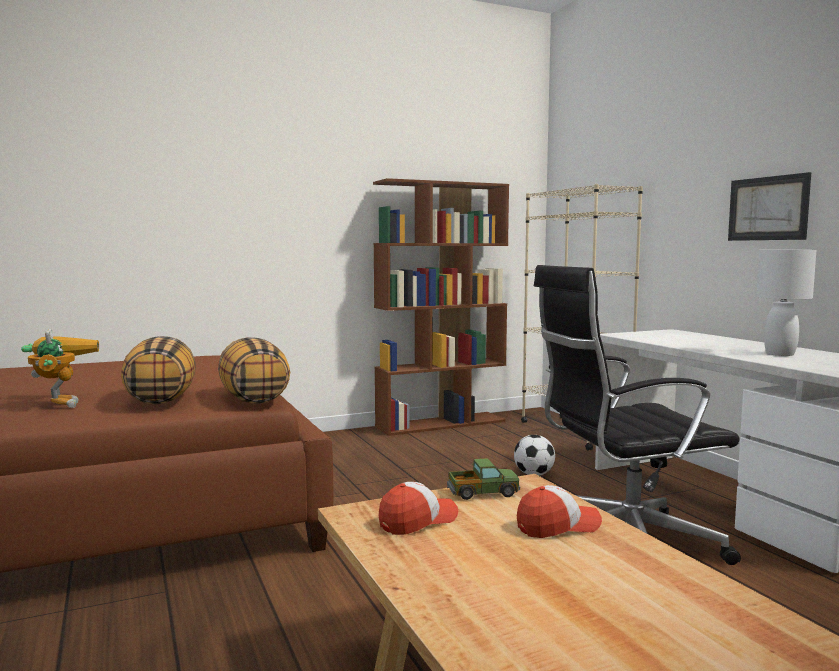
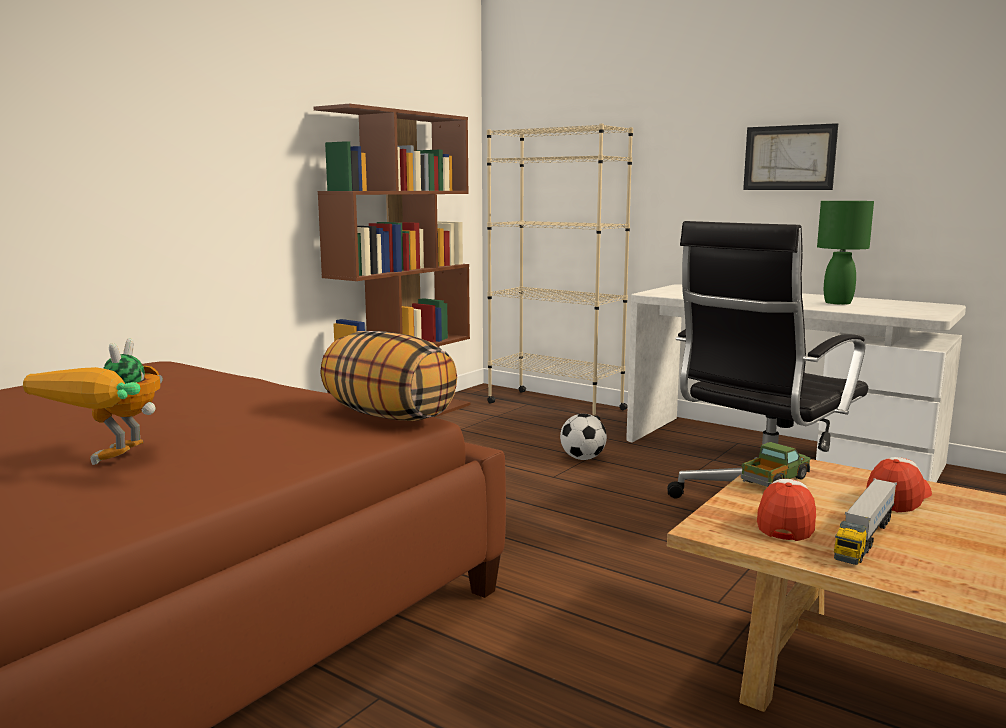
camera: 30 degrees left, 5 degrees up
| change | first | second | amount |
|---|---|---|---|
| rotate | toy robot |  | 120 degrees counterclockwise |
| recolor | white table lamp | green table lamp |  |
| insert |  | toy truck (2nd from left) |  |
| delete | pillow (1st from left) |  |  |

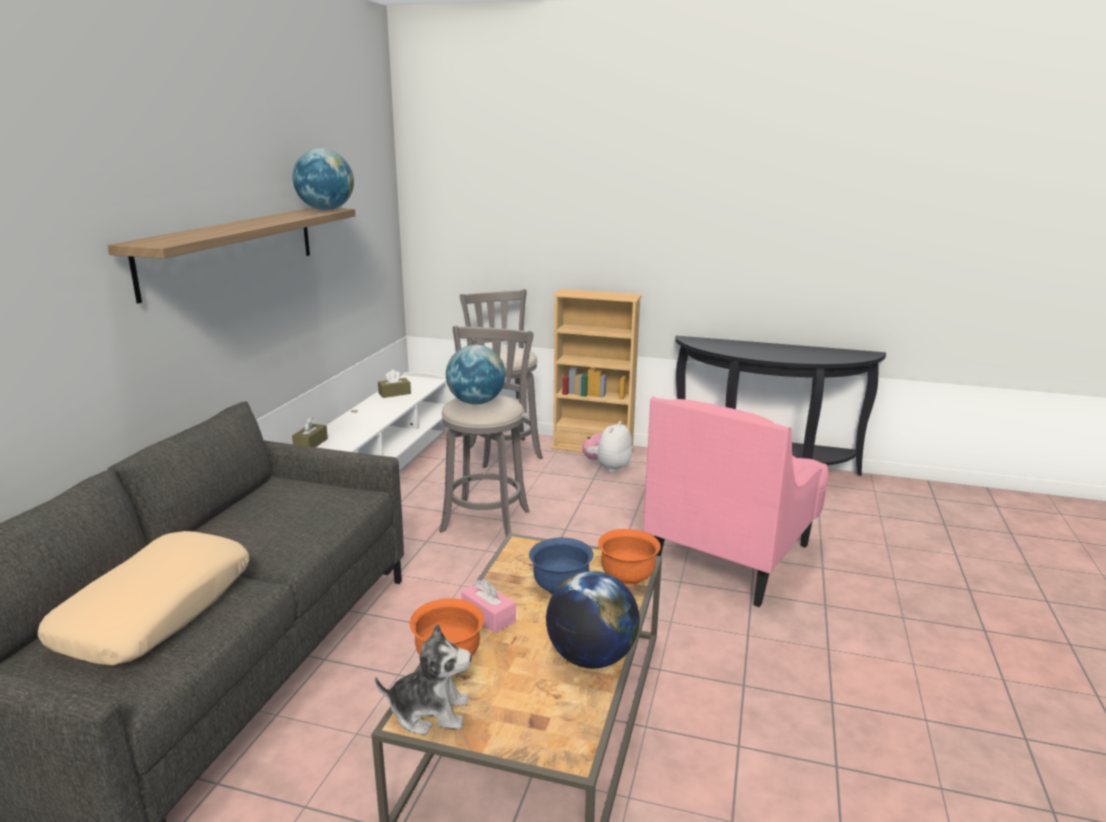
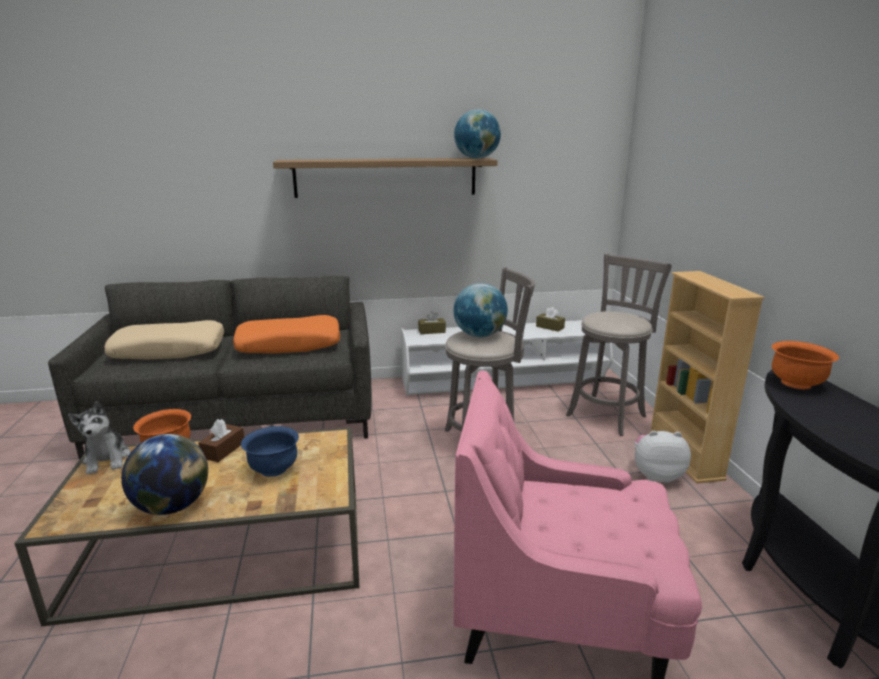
camera: 65 degrees right, 0 degrees up
| change | first | second | amount |
|---|---|---|---|
| recolor | pink tissue box | brown tissue box (1st from left) |  |
| insert |  | orange pillow |  |
| move | orange bowl (2nd from left) |  |  |

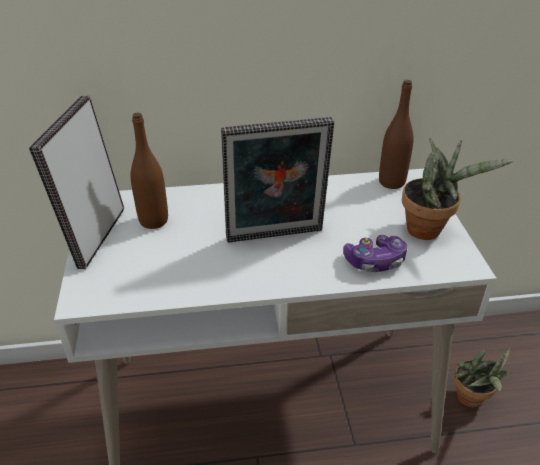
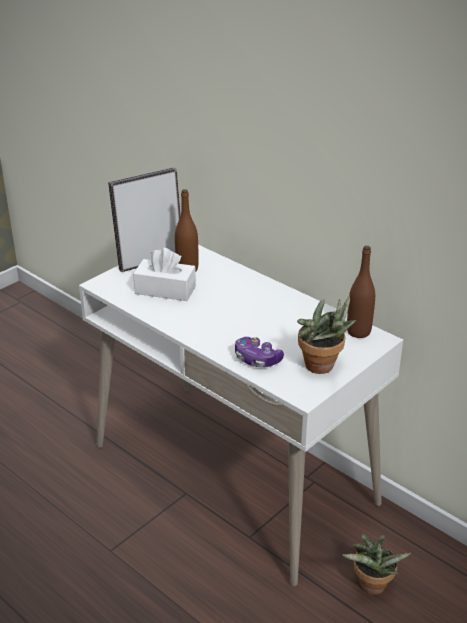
camera: 50 degrees right, 5 degrees down
| change | first | second | amount |
|---|---|---|---|
| insert |  | white tissue box |  |
| delete | picture frame (2nd from left) |  |  |

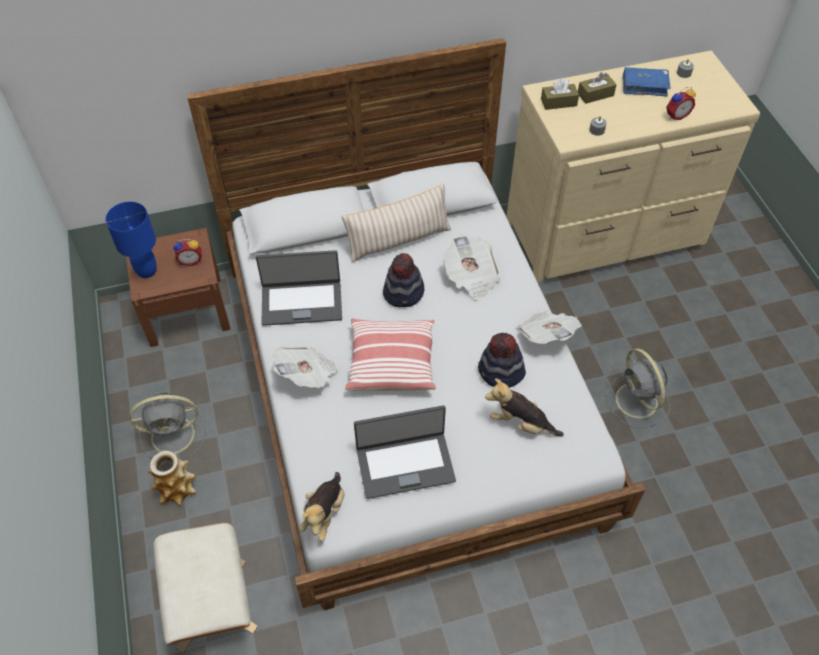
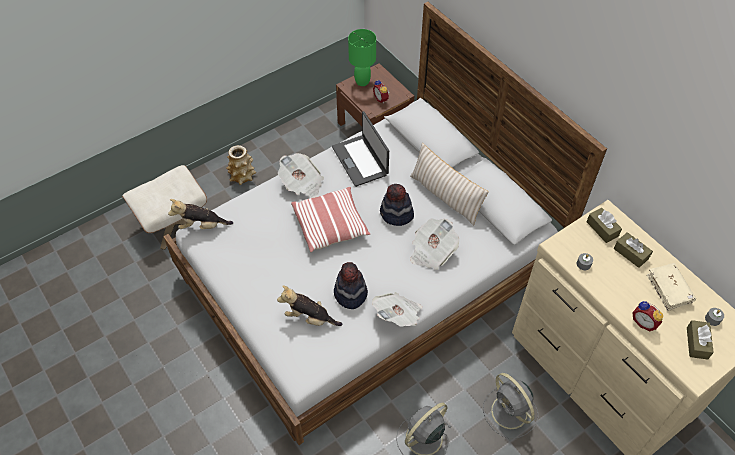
camera: 70 degrees right, 0 degrees up
| change | first | second | amount |
|---|---|---|---|
| rotate | plush toy (2nd from left) |  | 75 degrees counterclockwise |
| recolor | blue table lamp | green table lamp |  |
| move | grey fan (1st from left in the first image) | grey fan (2nd from left) |  |
| recolor | blue book | beige book |  |
| insert |  | brown tissue box (3rd from left) |  |
| delete | laptop (2nd from left) |  |  |

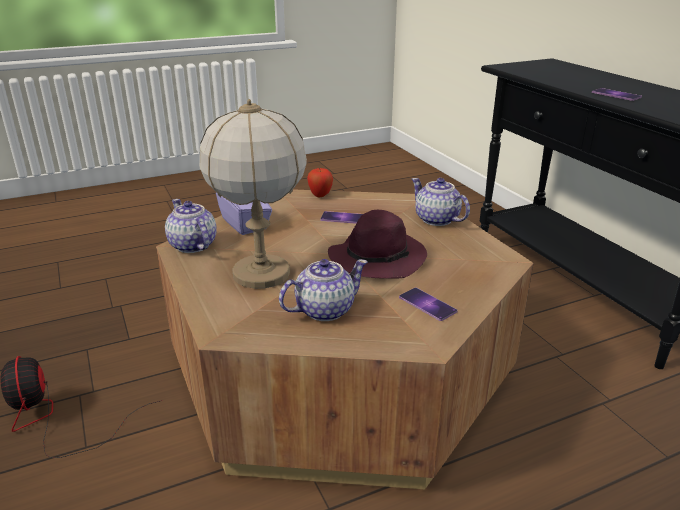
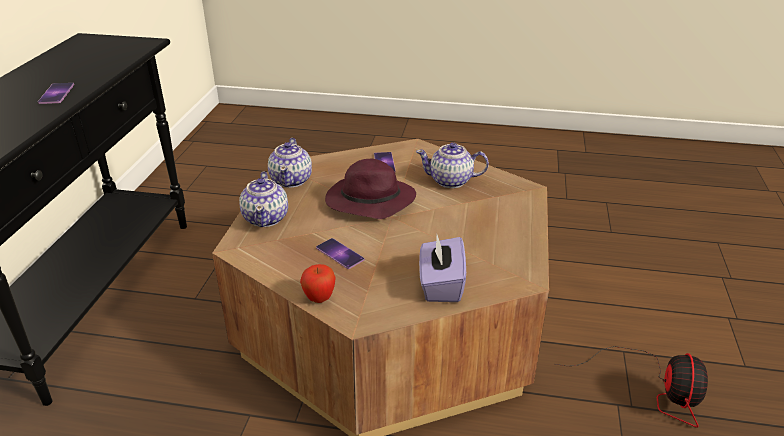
camera: 145 degrees left, 5 degrees up
| change | first | second | amount |
|---|---|---|---|
| move | teapot (1st from left in the first image) | teapot (2nd from left) |  |
| delete | table lamp |  |  |

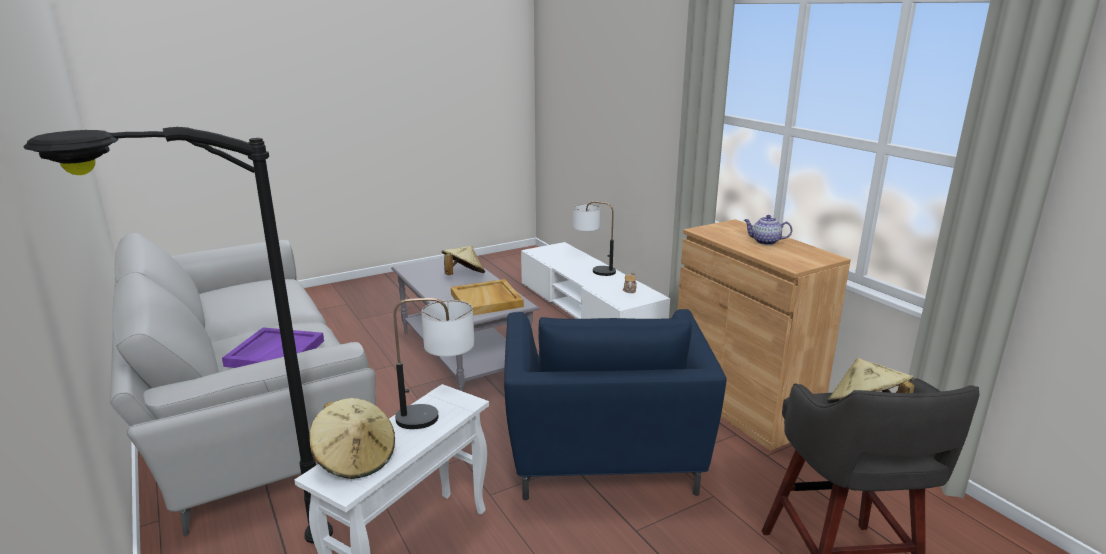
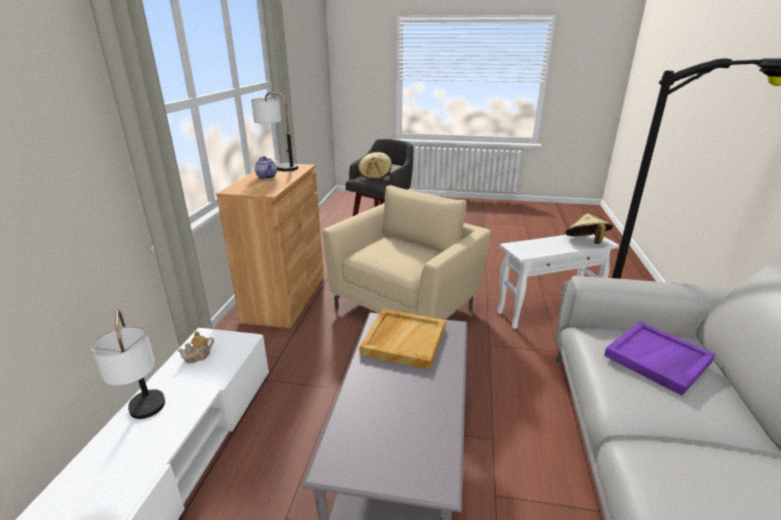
camera: 140 degrees left, 5 degrees up
| change | first | second | amount |
|---|---|---|---|
| move | table lamp (1st from left in the first image) | table lamp (2nd from left) |  |
| recolor | blue armchair | beige armchair |  |
| delete | beige hat (2nd from left) |  |  |

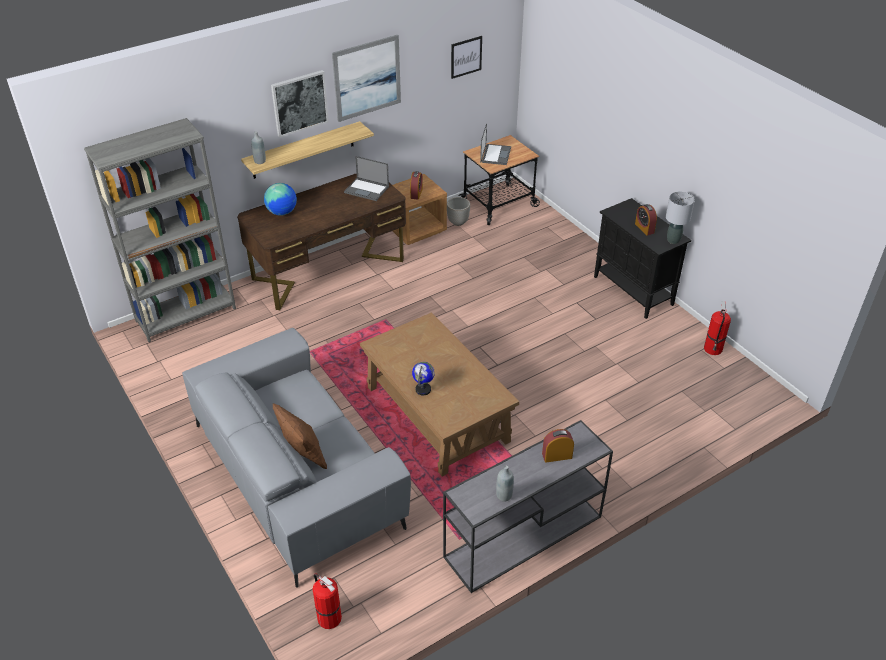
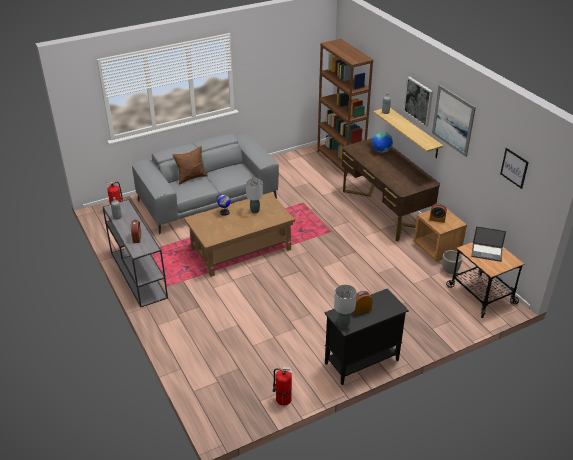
camera: 95 degrees right, 5 degrees down
| change | first | second | amount |
|---|---|---|---|
| insert |  | grey table lamp (1st from left) |  |
| recolor | grey bookcase | brown bookcase |  |
| delete | laptop (1st from left) |  |  |

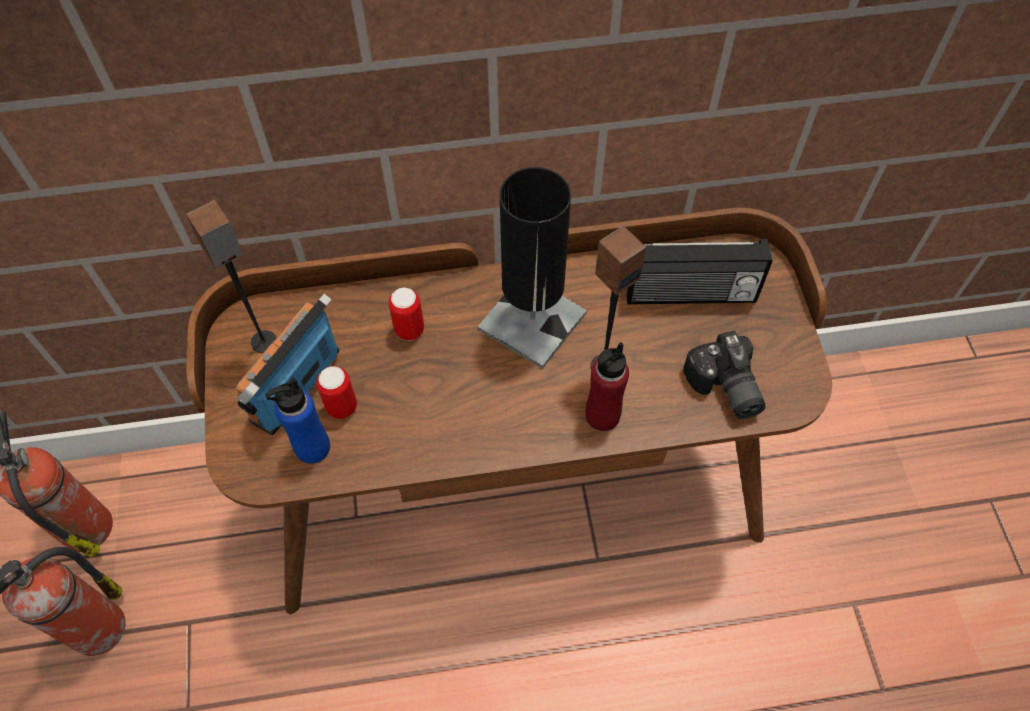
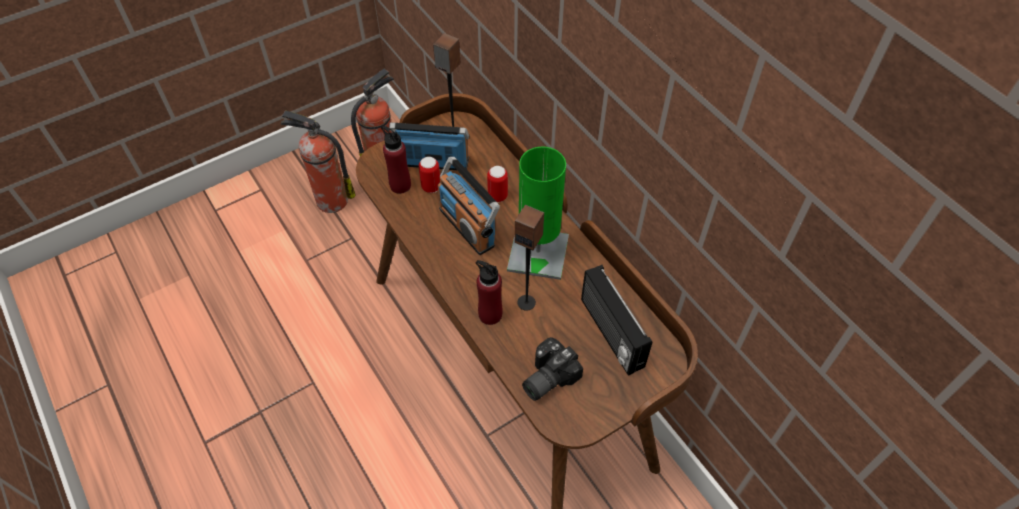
camera: 65 degrees right, 5 degrees down
| change | first | second | amount |
|---|---|---|---|
| recolor | blue bottle | red bottle (1st from left) |  |
| insert |  | radio (2nd from left) |  |
| recolor | black table lamp | green table lamp |  |

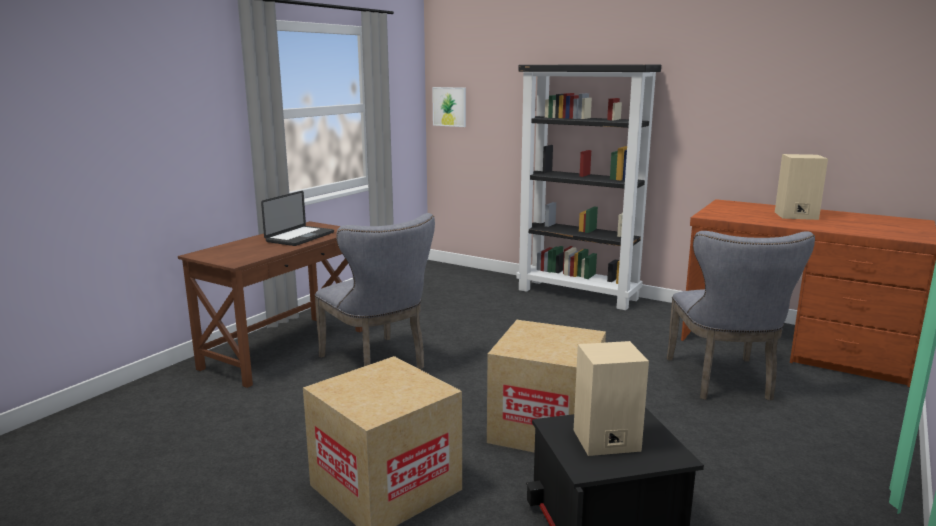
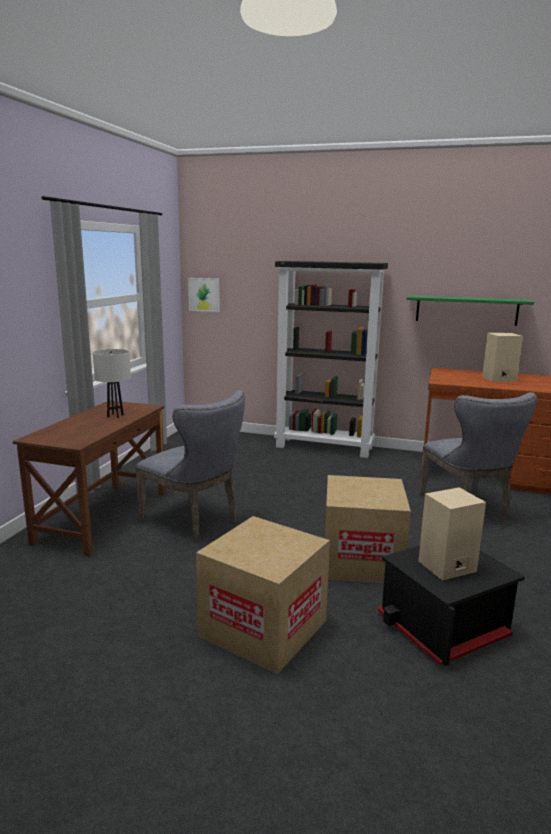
camera: 15 degrees left, 0 degrees up
| change | first | second | amount |
|---|---|---|---|
| replace | laptop | white table lamp |  |
| insert |  | green shelf |  |

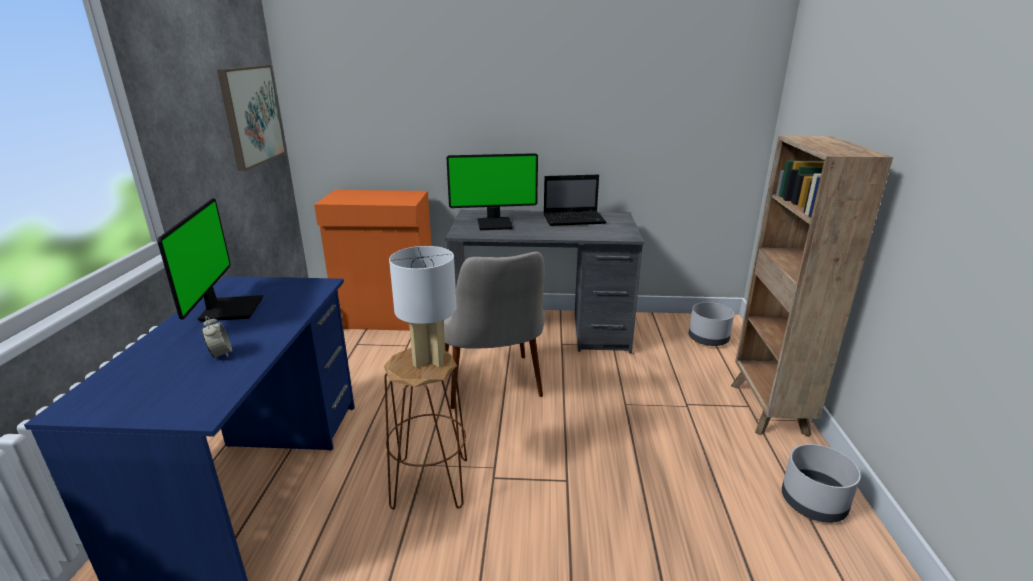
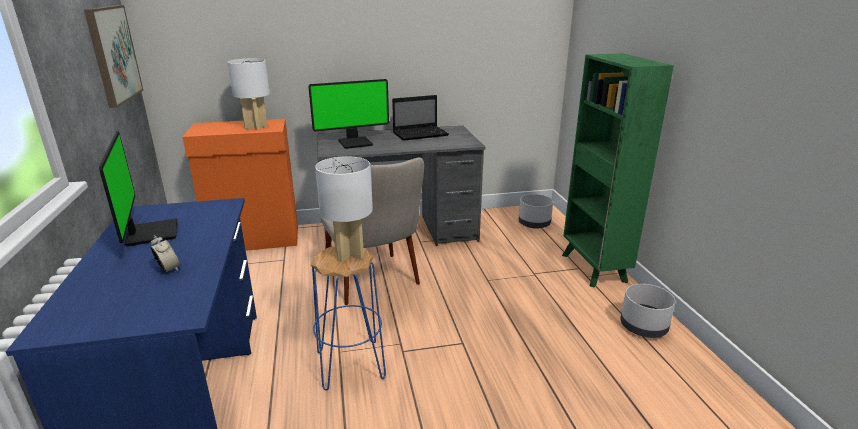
camera: 15 degrees left, 0 degrees up
| change | first | second | amount |
|---|---|---|---|
| insert |  | white table lamp (1st from left) |  |
| recolor | brown stool | blue stool |  |
| recolor | brown bookcase | green bookcase |  |

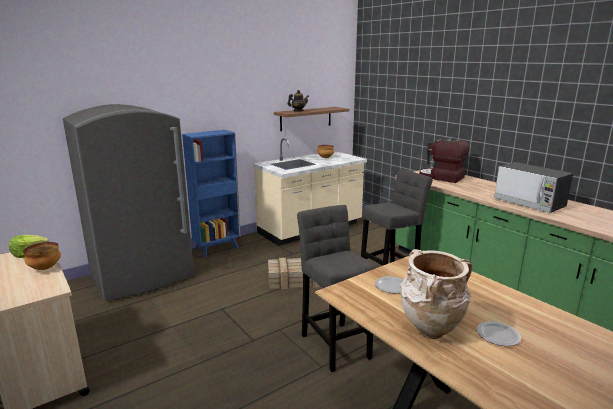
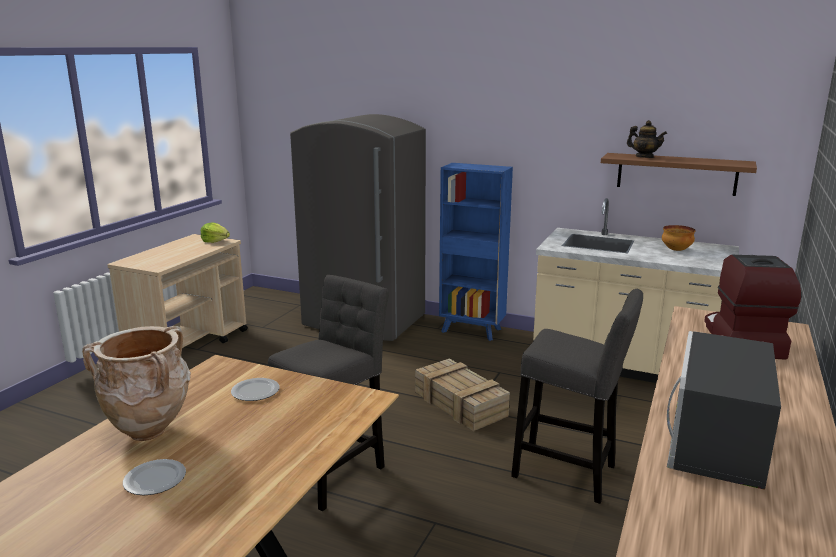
camera: 60 degrees right, 0 degrees up
| change | first | second | amount |
|---|---|---|---|
| delete | bowl (1st from left) |  |  |

